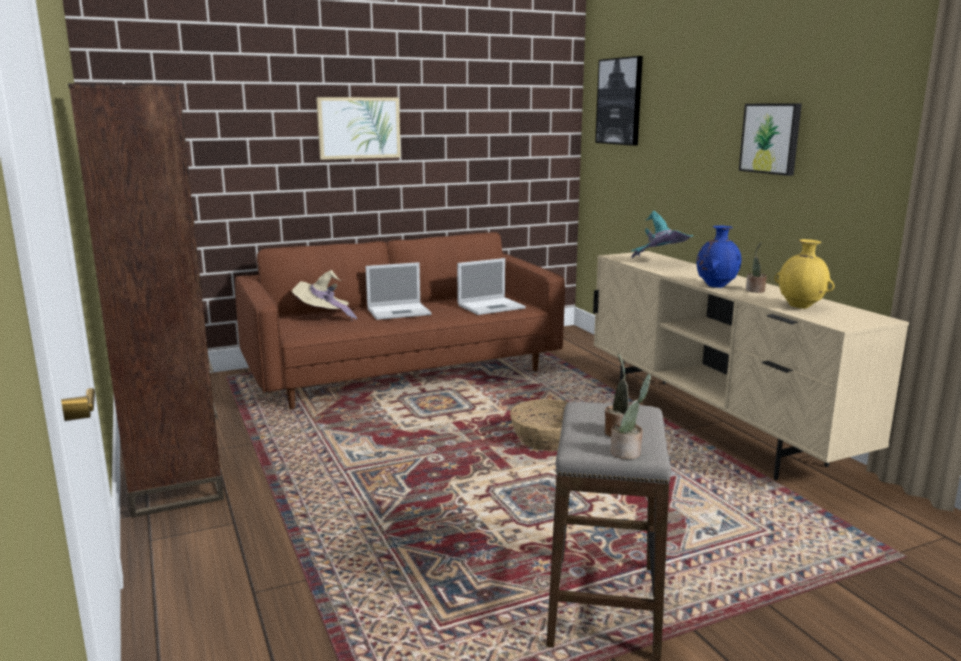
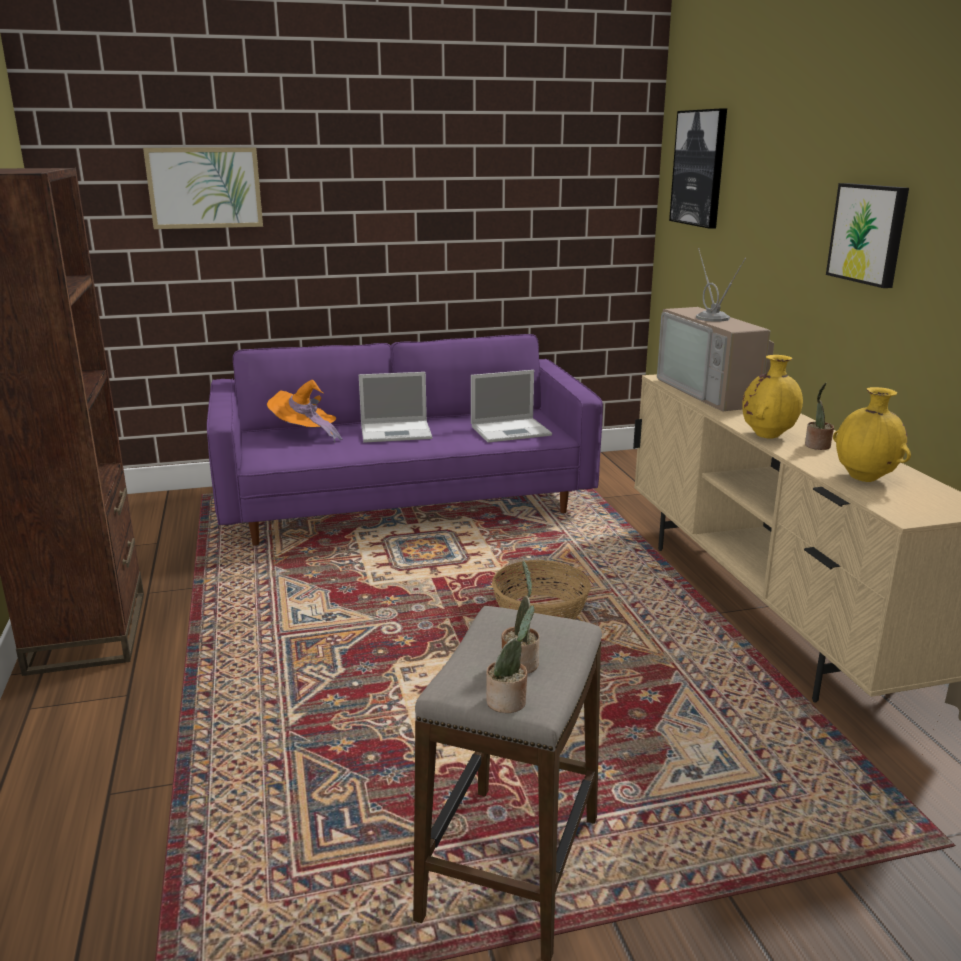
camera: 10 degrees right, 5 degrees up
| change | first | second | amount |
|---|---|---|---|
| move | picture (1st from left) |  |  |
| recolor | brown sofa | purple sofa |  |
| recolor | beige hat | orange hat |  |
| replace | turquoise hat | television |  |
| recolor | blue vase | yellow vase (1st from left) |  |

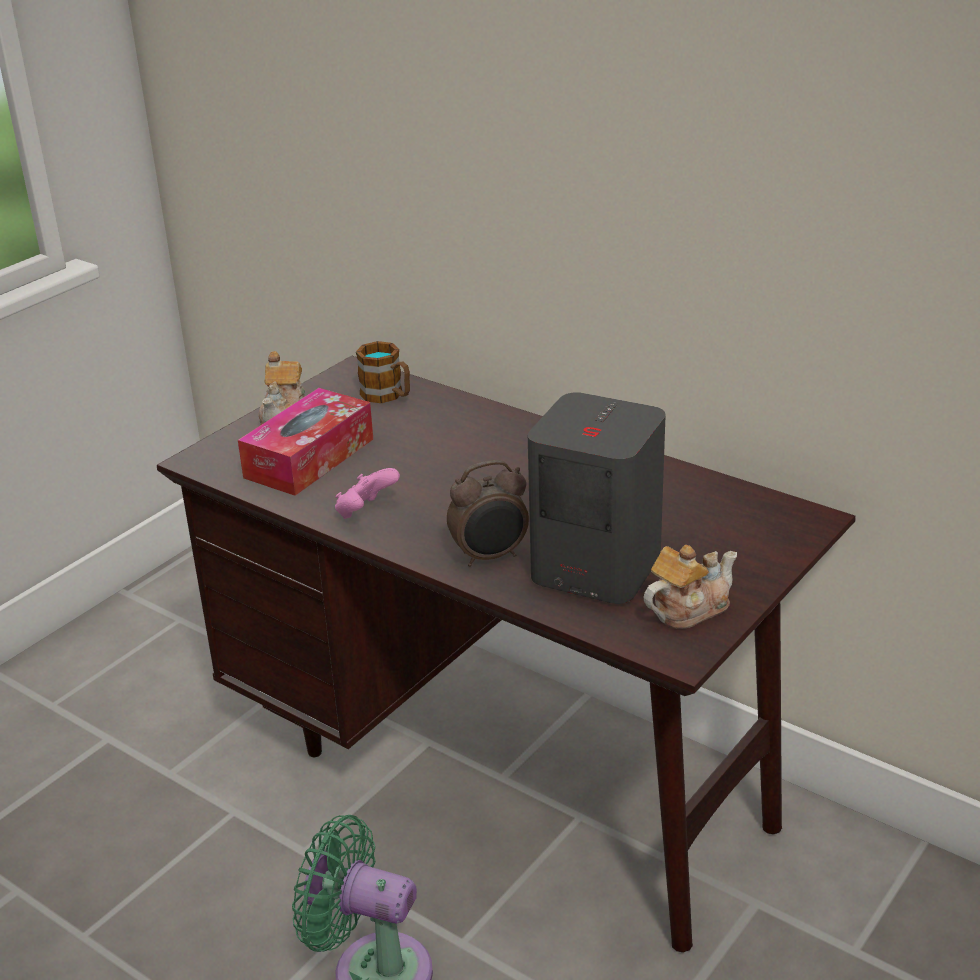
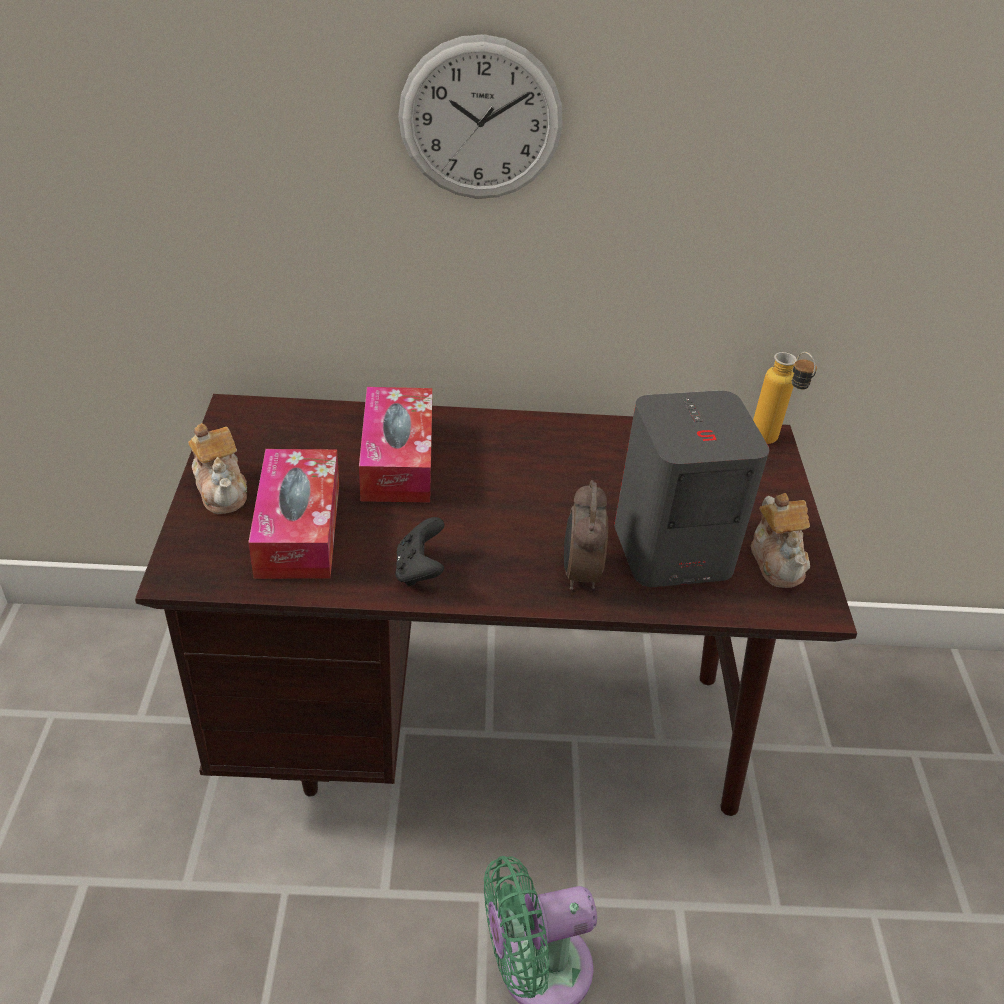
camera: 40 degrees left, 10 degrees up
| change | first | second | amount |
|---|---|---|---|
| insert |  | tissue box (2nd from left) |  |
| recolor | pink game controller | black game controller |  |
| insert |  | wall clock |  |
| rotate | alarm clock |  | 150 degrees clockwise |
| rotate | teapot (2nd from left) |  | 150 degrees clockwise |
| insert |  | bottle |  |
| delete | mug |  |  |

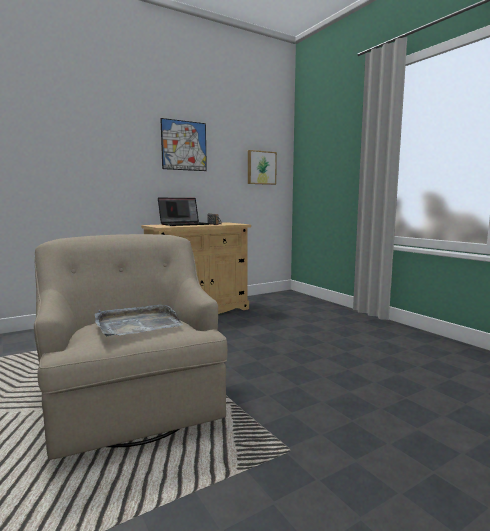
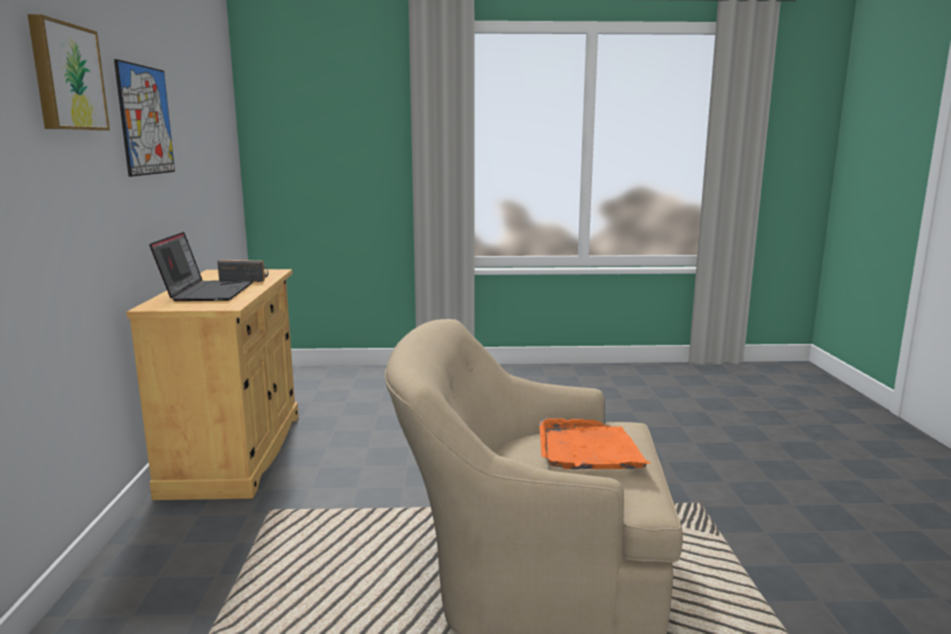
camera: 60 degrees left, 5 degrees up
| change | first | second | amount |
|---|---|---|---|
| move | picture (2nd from left in the first image) | picture (1st from left) |  |
| recolor | grey tray | orange tray |  |

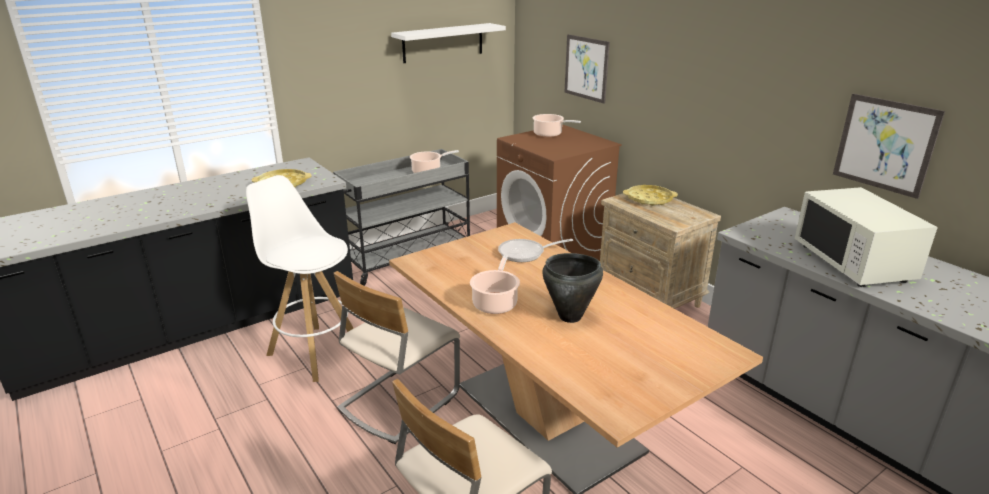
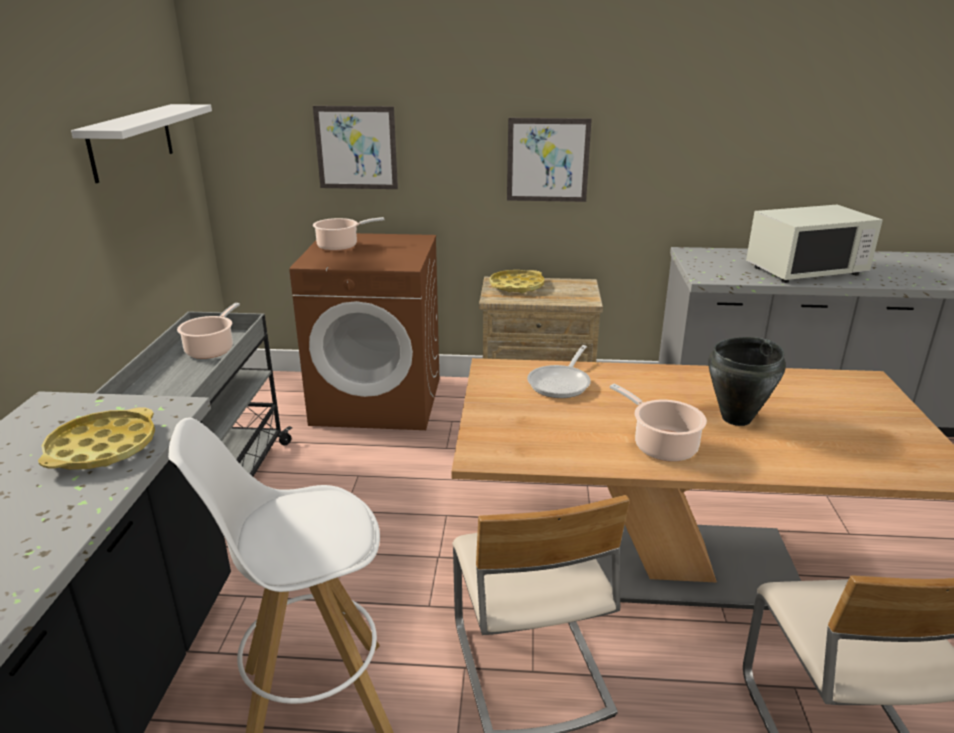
camera: 50 degrees left, 0 degrees up
| change | first | second | amount |
|---|---|---|---|
| move | picture (2nd from left) |  |  |
| rotate | white microwave |  | 45 degrees counterclockwise |

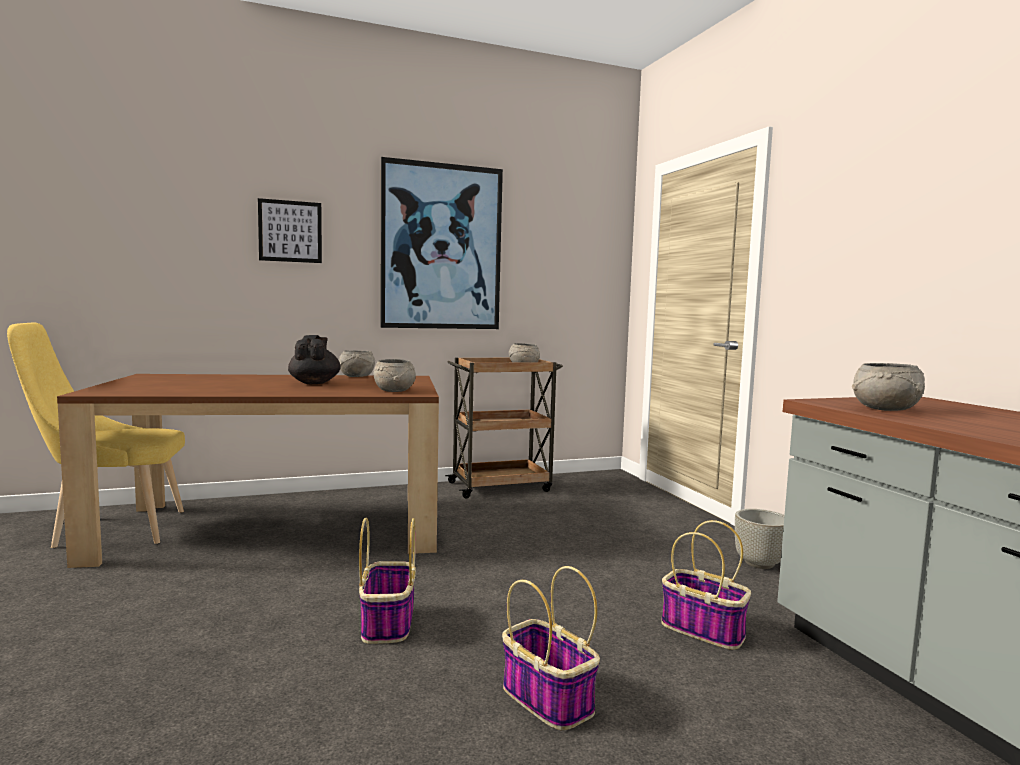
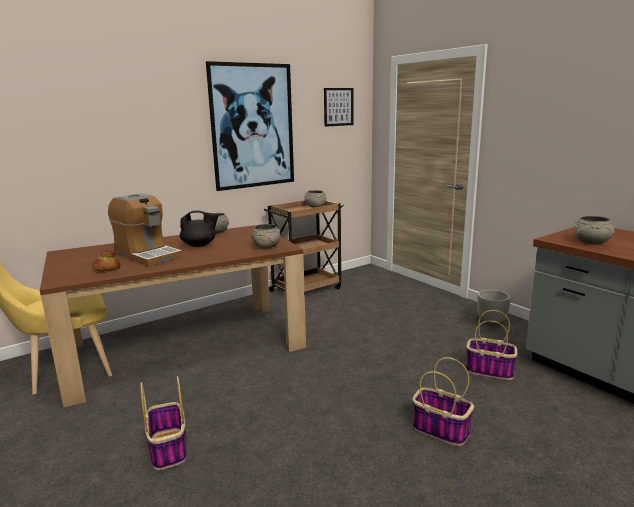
camera: 15 degrees left, 10 degrees up
| change | first | second | amount |
|---|---|---|---|
| insert |  | bread |  |
| insert |  | coffee machine |  |
| move | basket (1st from left) |  |  |
| rotate | black teapot |  | 105 degrees clockwise |
| move | picture (1st from left in the first image) | picture (2nd from left) |  |

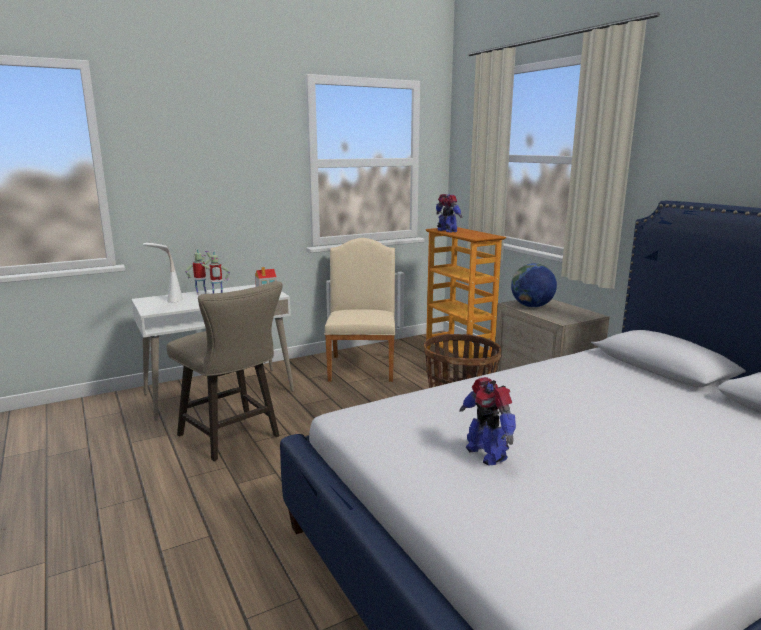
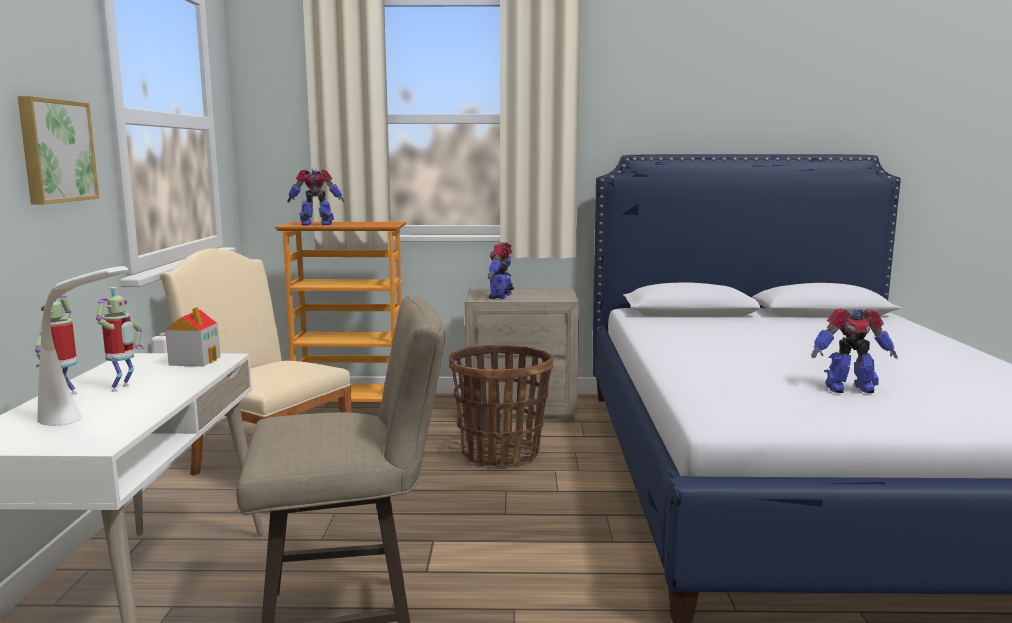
camera: 60 degrees left, 5 degrees down
| change | first | second | amount |
|---|---|---|---|
| insert |  | picture |  |
| replace | globe | toy robot (4th from left) |  |

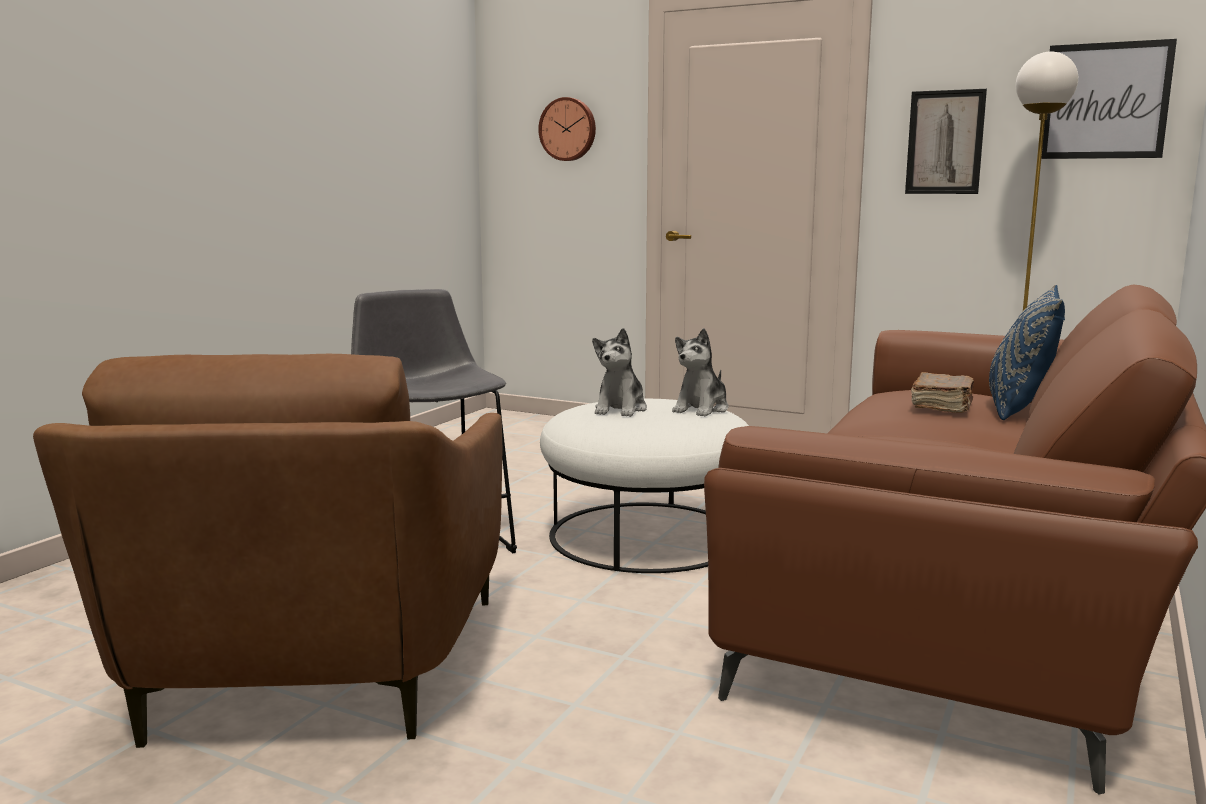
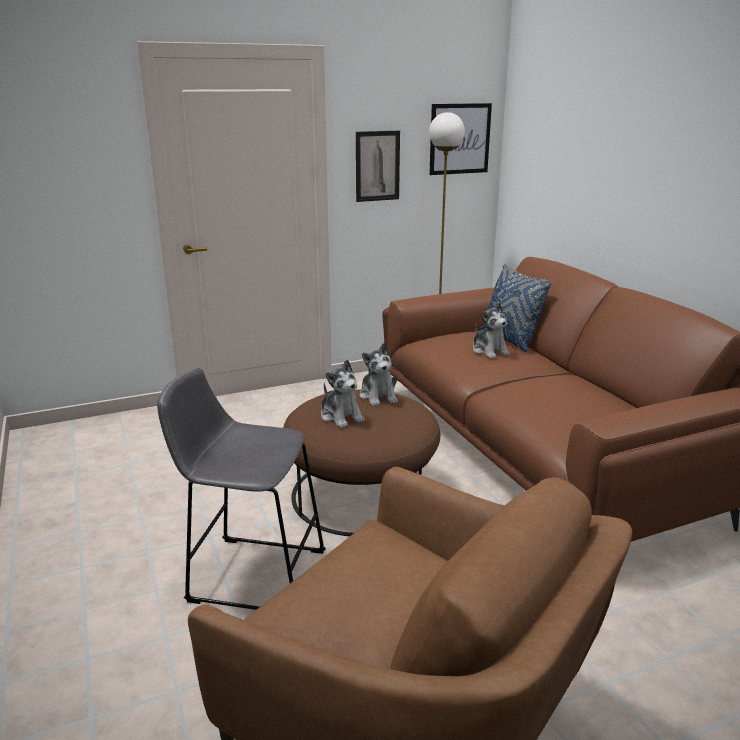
camera: 50 degrees left, 10 degrees up
| change | first | second | amount |
|---|---|---|---|
| recolor | white ottoman | brown ottoman |  |
| replace | brown book | plush toy (3rd from left) |  |
| delete | wall clock |  |  |

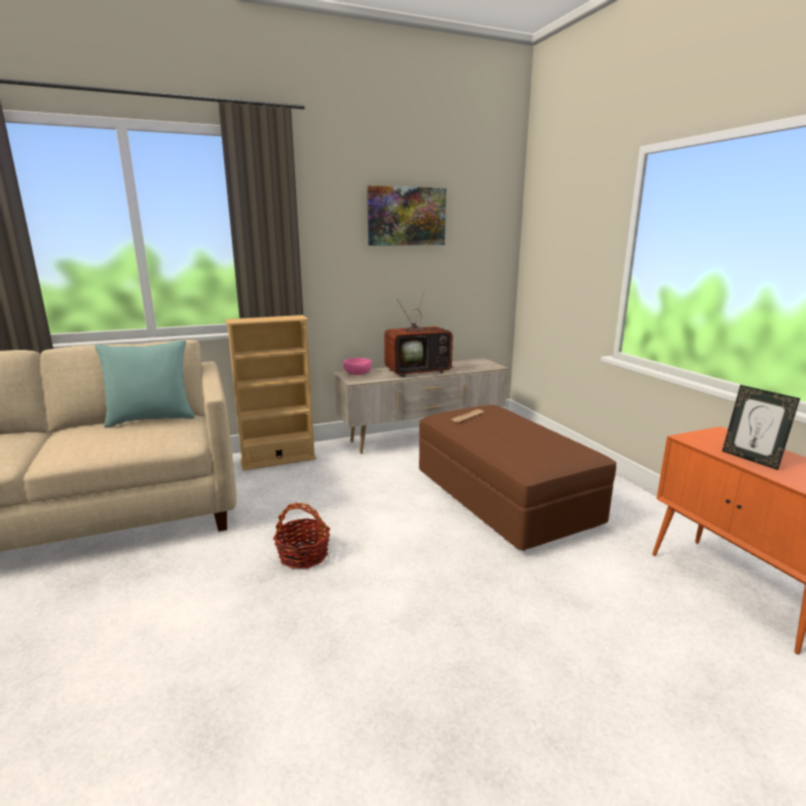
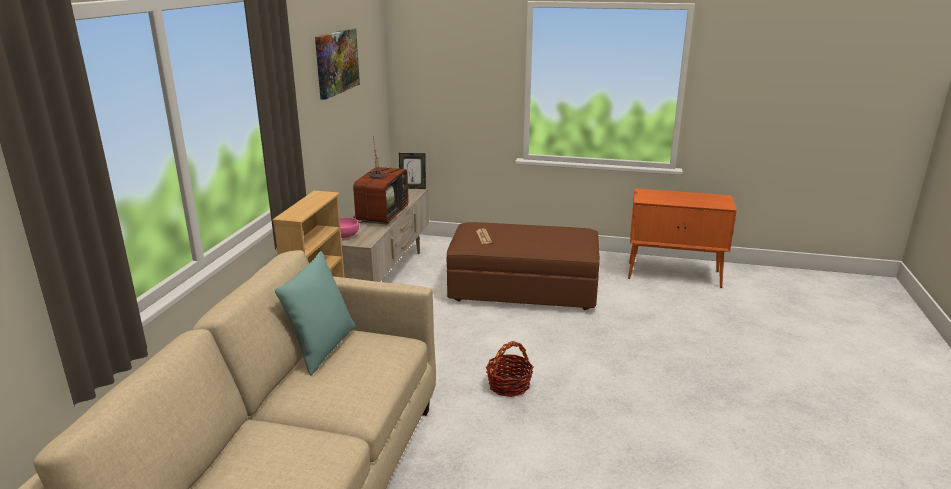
camera: 55 degrees left, 5 degrees up
| change | first | second | amount |
|---|---|---|---|
| move | picture frame |  |  |

